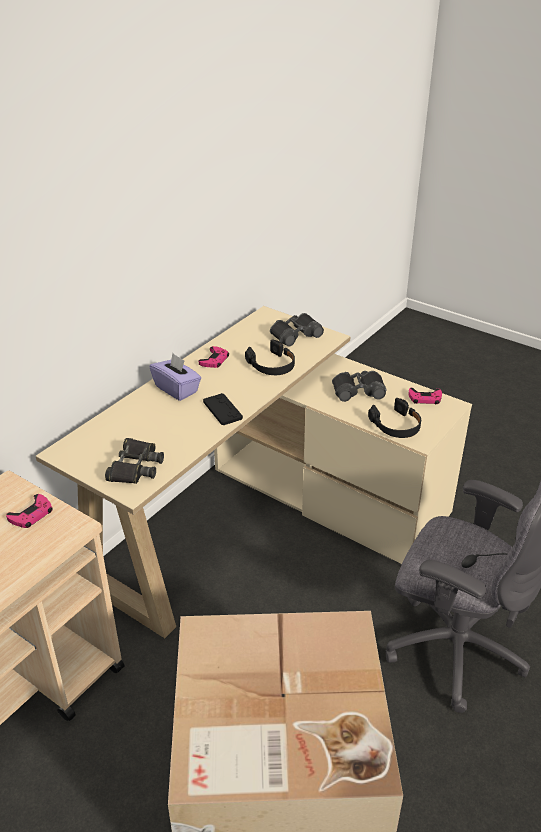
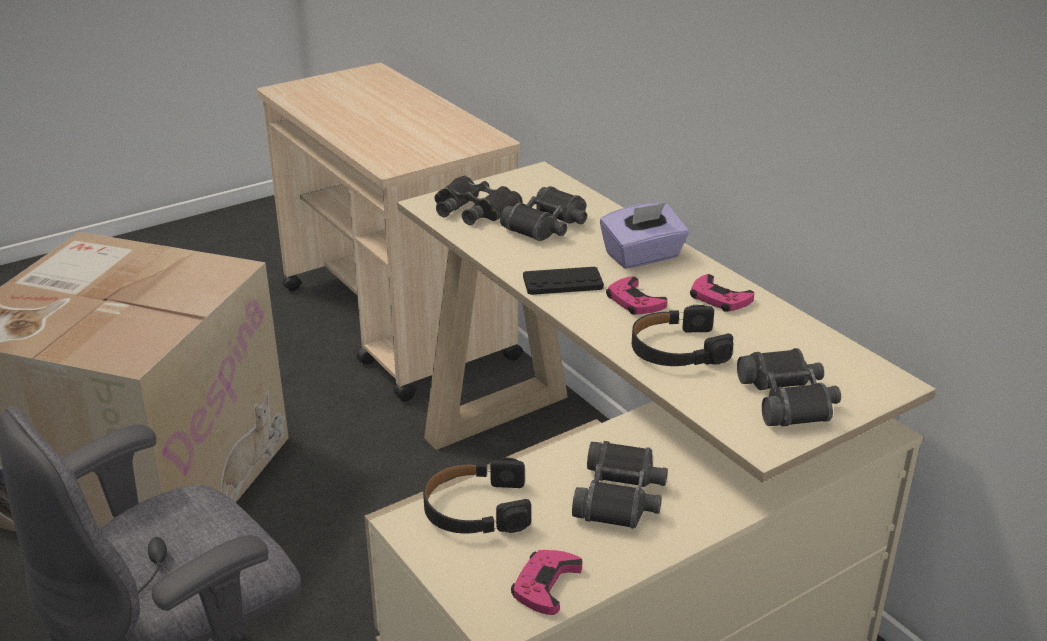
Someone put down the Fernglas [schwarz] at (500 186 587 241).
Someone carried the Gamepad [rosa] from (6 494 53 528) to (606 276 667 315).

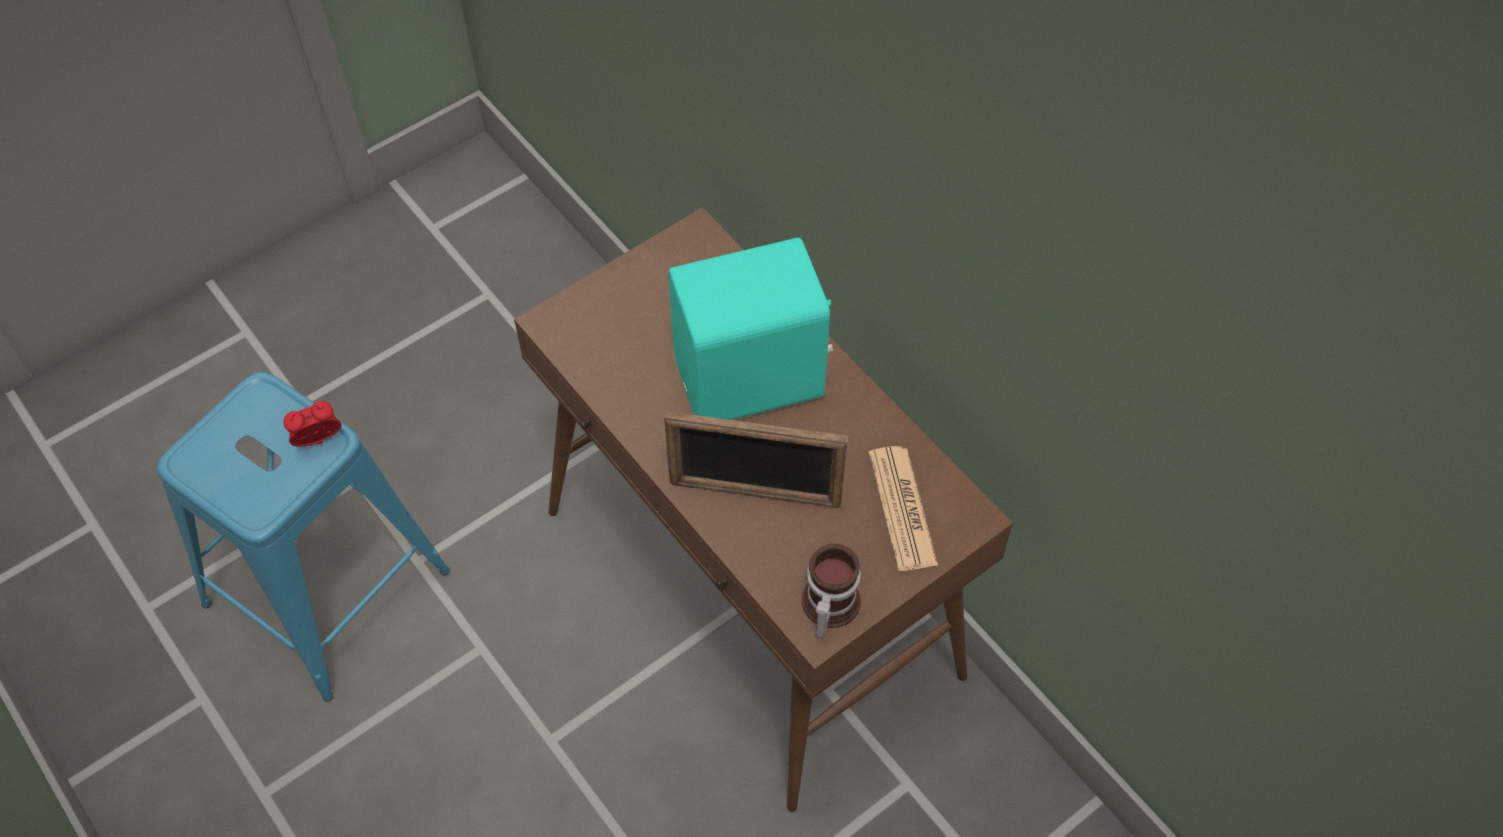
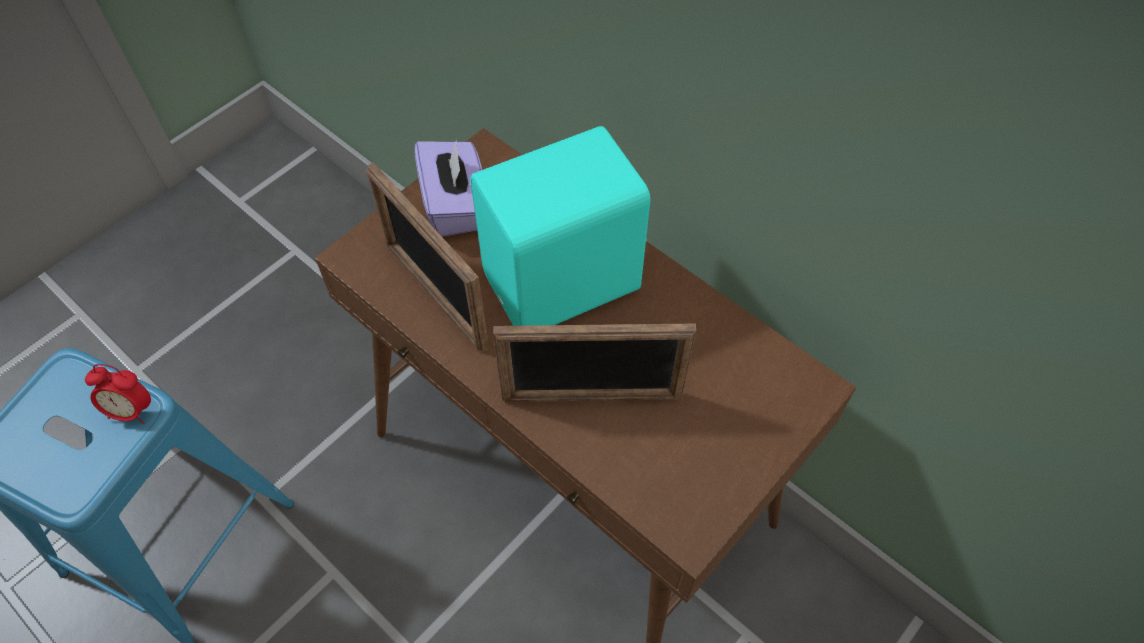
Someone rotated the Wecker at (283 401 341 447) by 135 degrees counterclockwise.
Someone put down the Bilderrahmen at (367 162 489 352).
Someone put down the Taschentuchbox [lila] at (415 139 482 237).
Someone took away the Henkelbecher at (802 543 861 638).
Someone took away the Zeitung at (868 446 938 571).

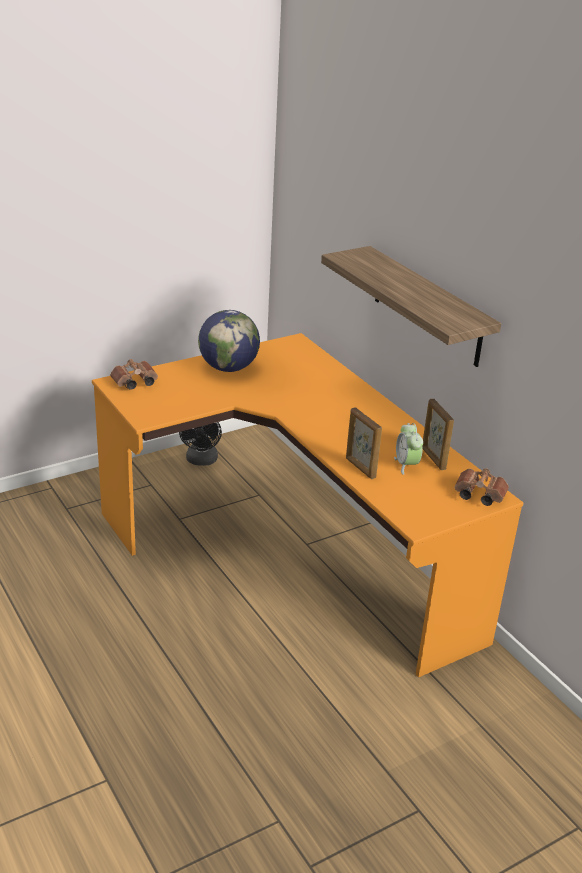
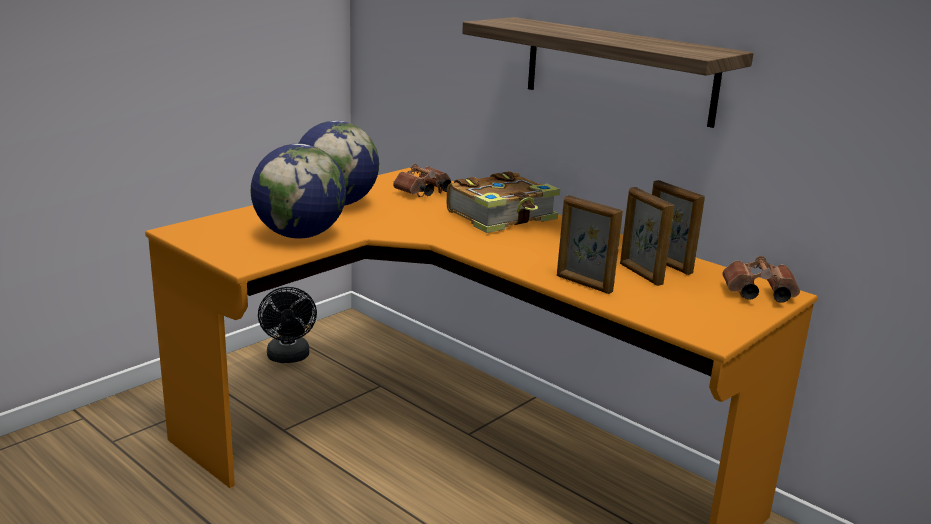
Someone put down the Globus at (251 144 346 239).
Someone carried the Fernglas [braun] from (110 359 158 390) to (393 164 452 197).
Someone put down the Buch at (447 171 560 233).
Someone swapped the Wecker at (394 423 423 475) for the Bilderrahmen at (620 187 674 286).

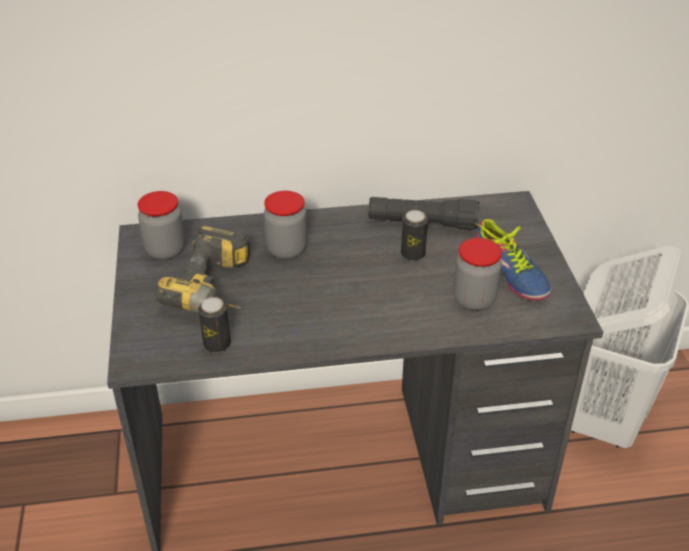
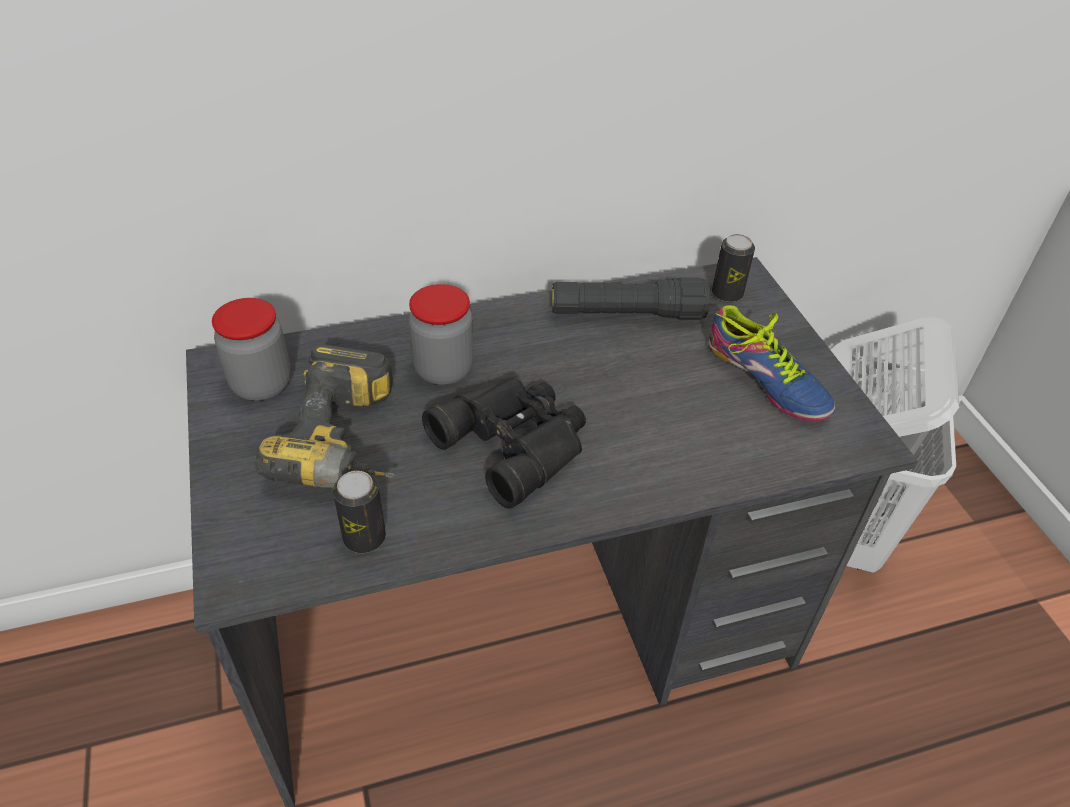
Someone put down the Fernglas [schwarz] at (422 378 586 509).
Someone carried the Dose from (401 210 428 261) to (712 234 755 302).
Someone took away the Vorratsglas at (453 238 502 311).

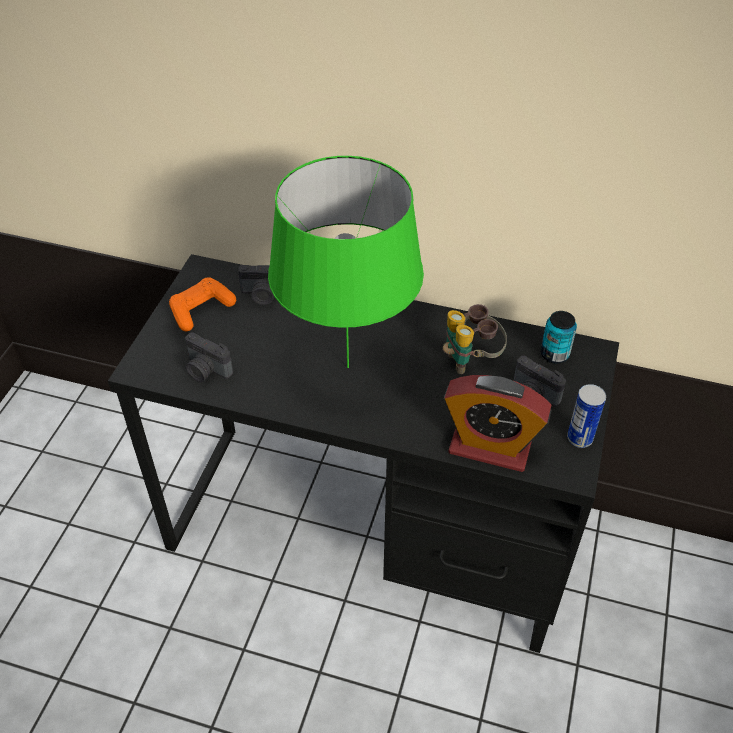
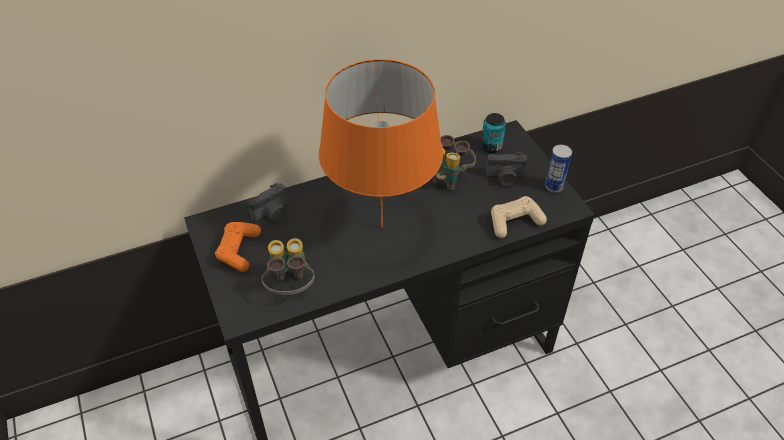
Someone swapped the Kamera at (185 332 233 382) for the Fernglas at (261 238 315 295).
Someone repainted the Tischlampe [grün] at (268 156 424 368), which became the Tischlampe [orange] at (319 59 443 228).
Someone swapped the Wecker at (444 375 552 472) for the Gamepad [beige] at (491 196 547 238).

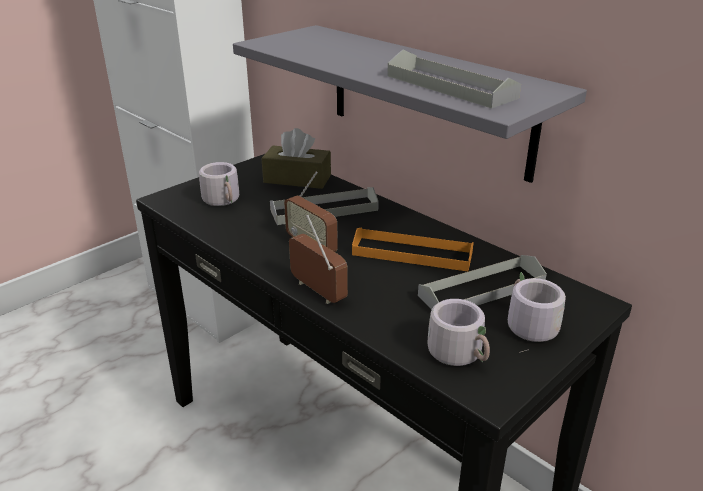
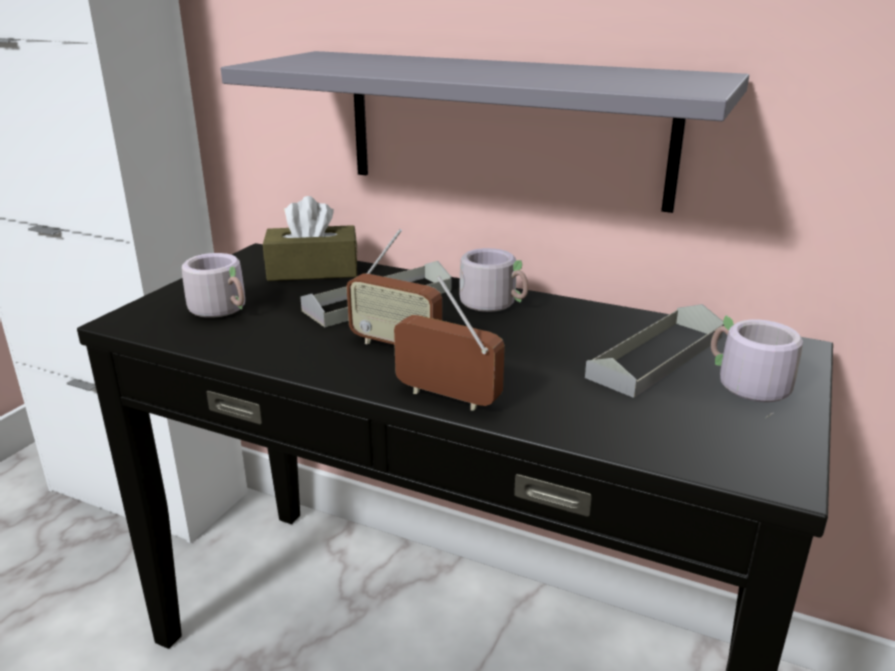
Someone carried the Henkelbecher [grau] from (427 299 490 366) to (460 248 528 312).
Someone took away the Tablett [orange] at (352 227 474 271).
Someone took away the Tablett [grau] at (387 49 521 108).

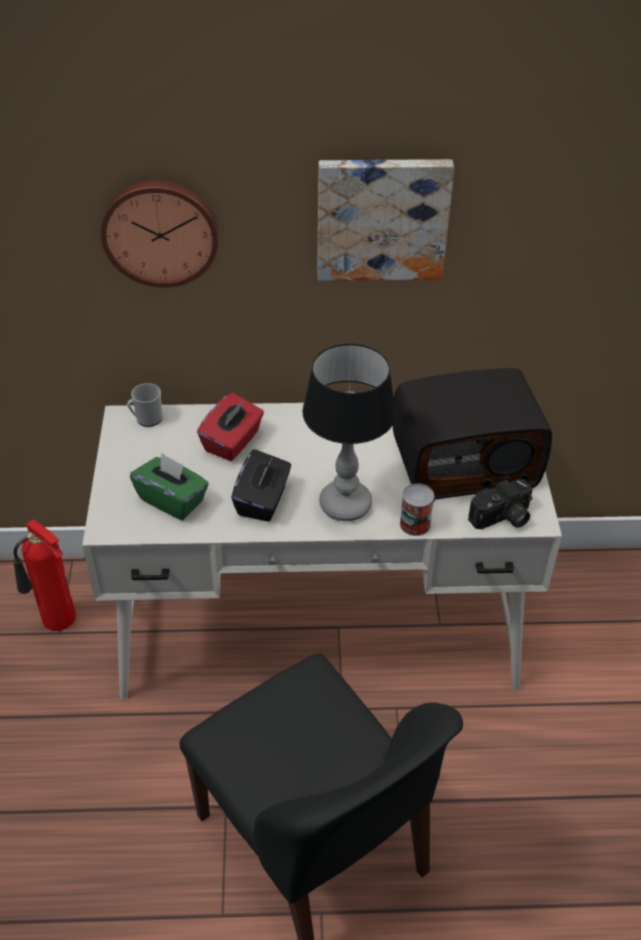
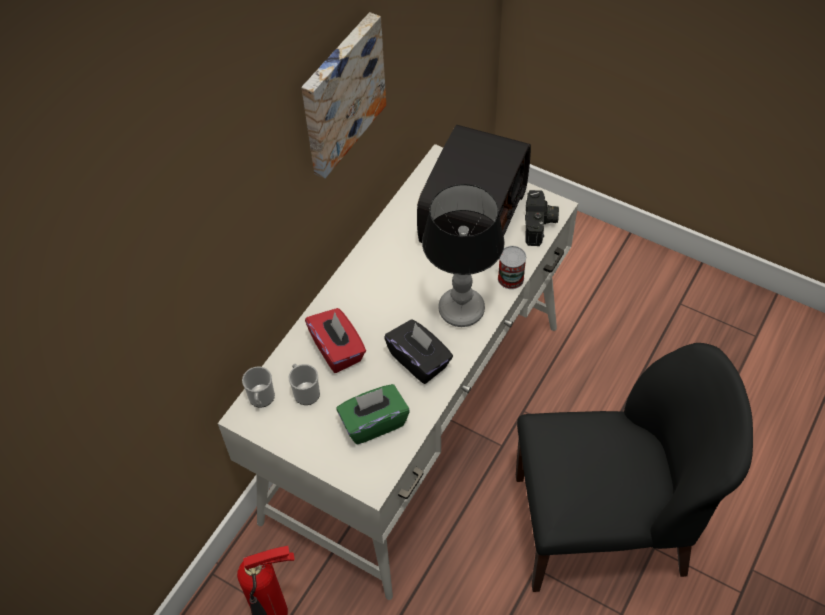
Someone put down the Henkelbecher at (288 364 320 405).
Someone took away the Wanduhr at (101 180 218 288).

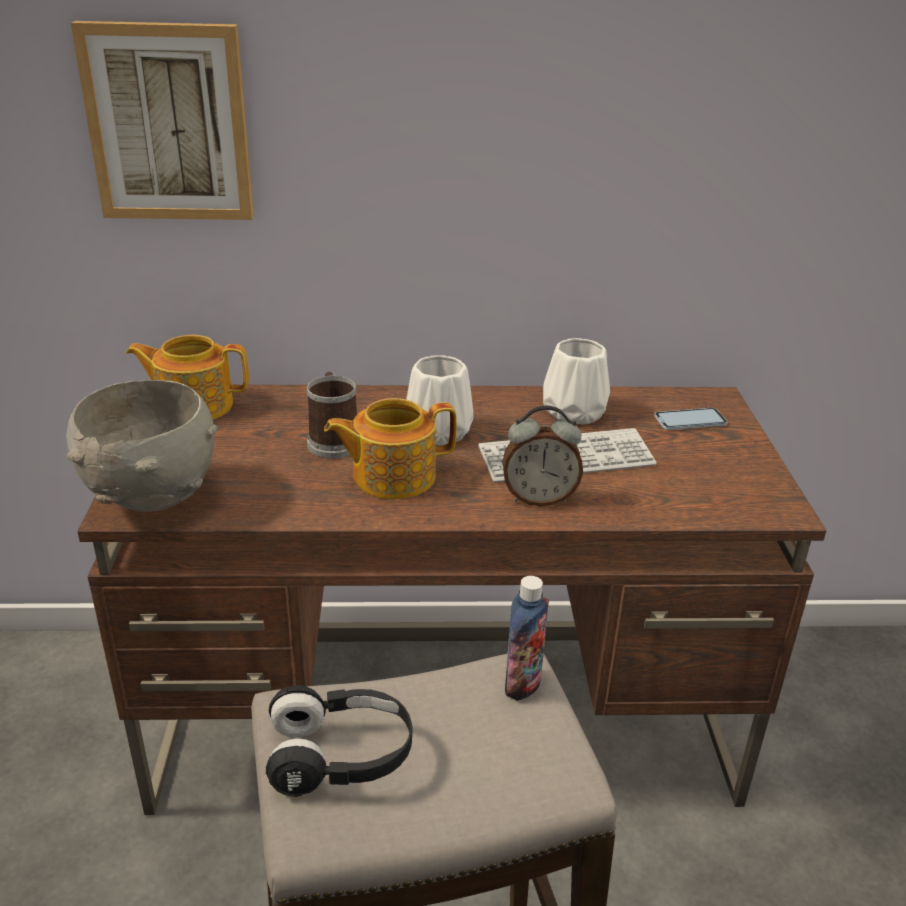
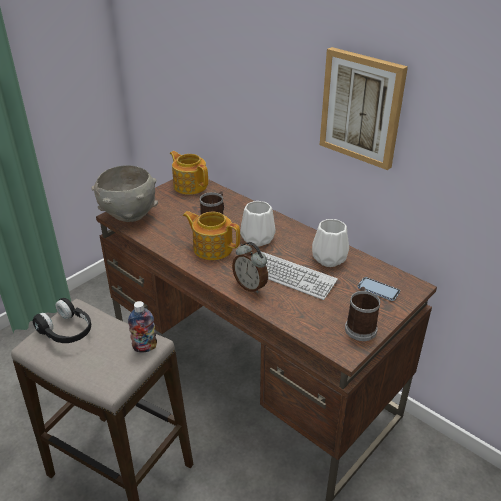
Someone carried the Bild from (71 21 254 220) to (320 47 408 170).
Someone put down the Henkelbecher at (345 287 381 341).

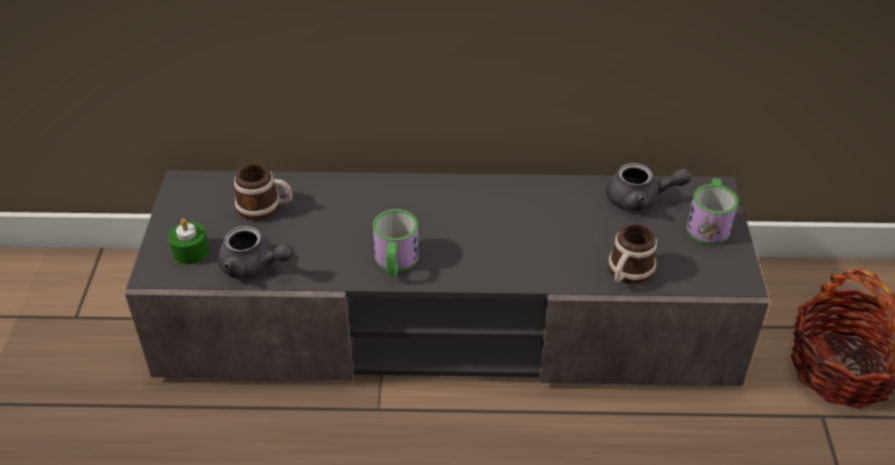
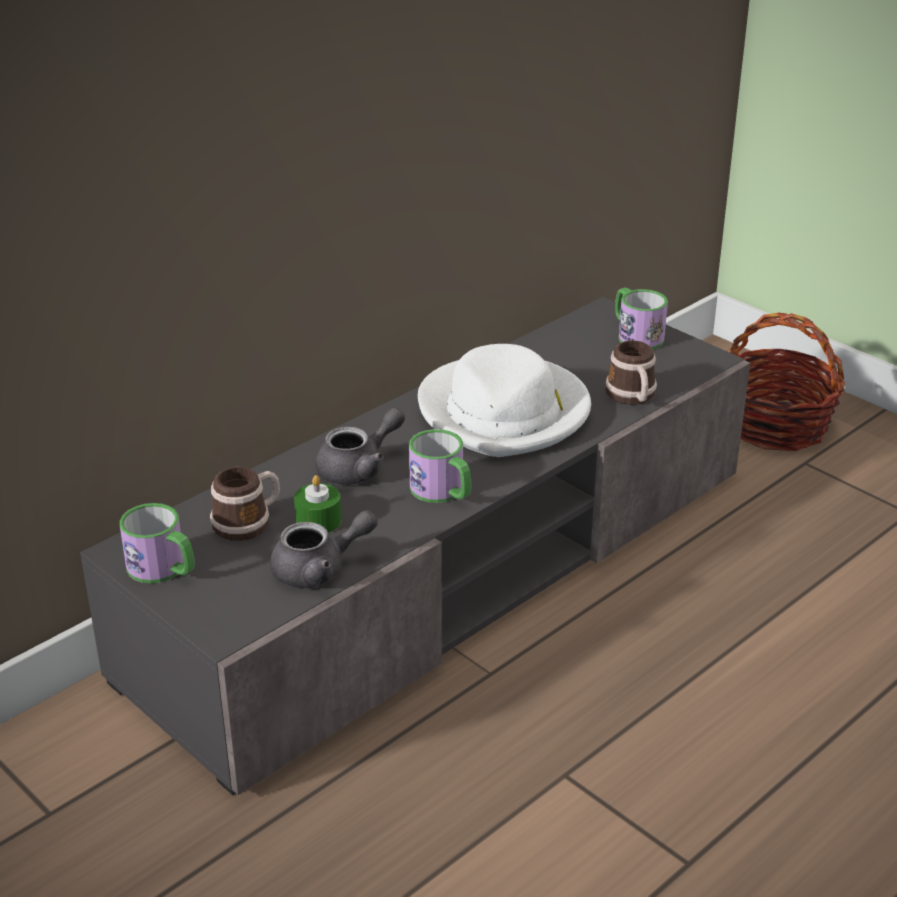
Someone put down the Henkelbecher at (120 503 195 583).
Someone carried the Kerze [grün] from (168 219 209 264) to (294 475 342 533).
Someone carried the Teekanne [grau] from (606 163 692 211) to (315 407 405 485).
Someone put down the Hut [weiß] at (418 344 591 457).

